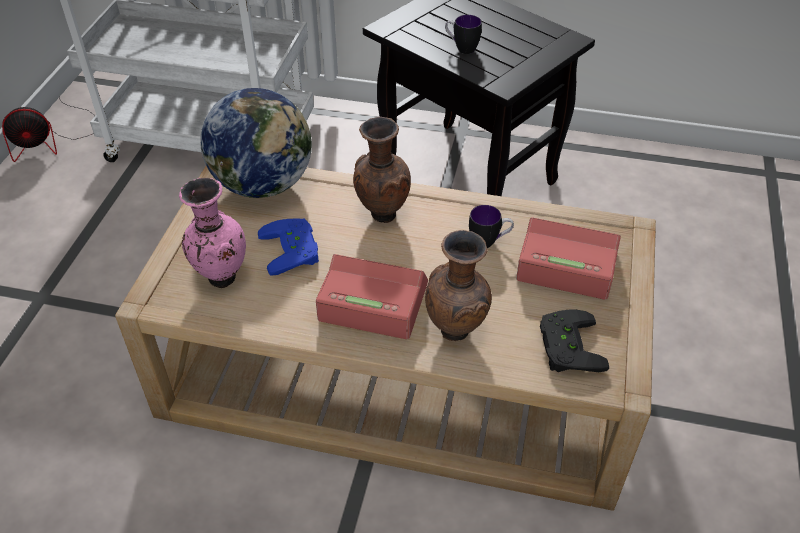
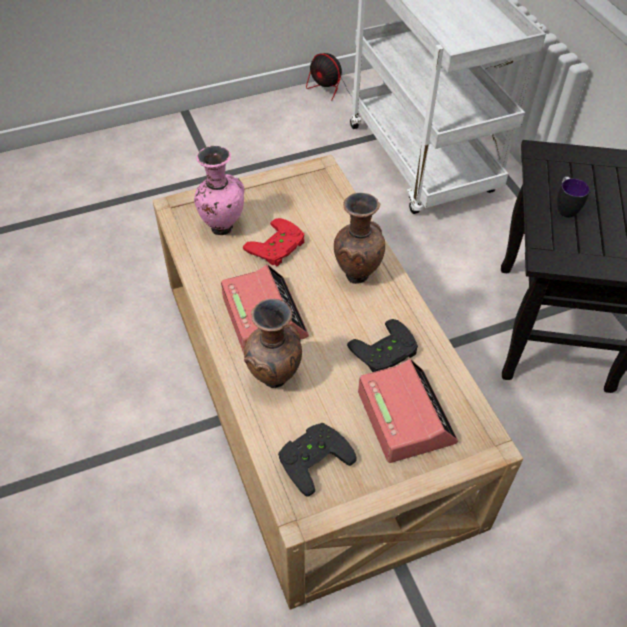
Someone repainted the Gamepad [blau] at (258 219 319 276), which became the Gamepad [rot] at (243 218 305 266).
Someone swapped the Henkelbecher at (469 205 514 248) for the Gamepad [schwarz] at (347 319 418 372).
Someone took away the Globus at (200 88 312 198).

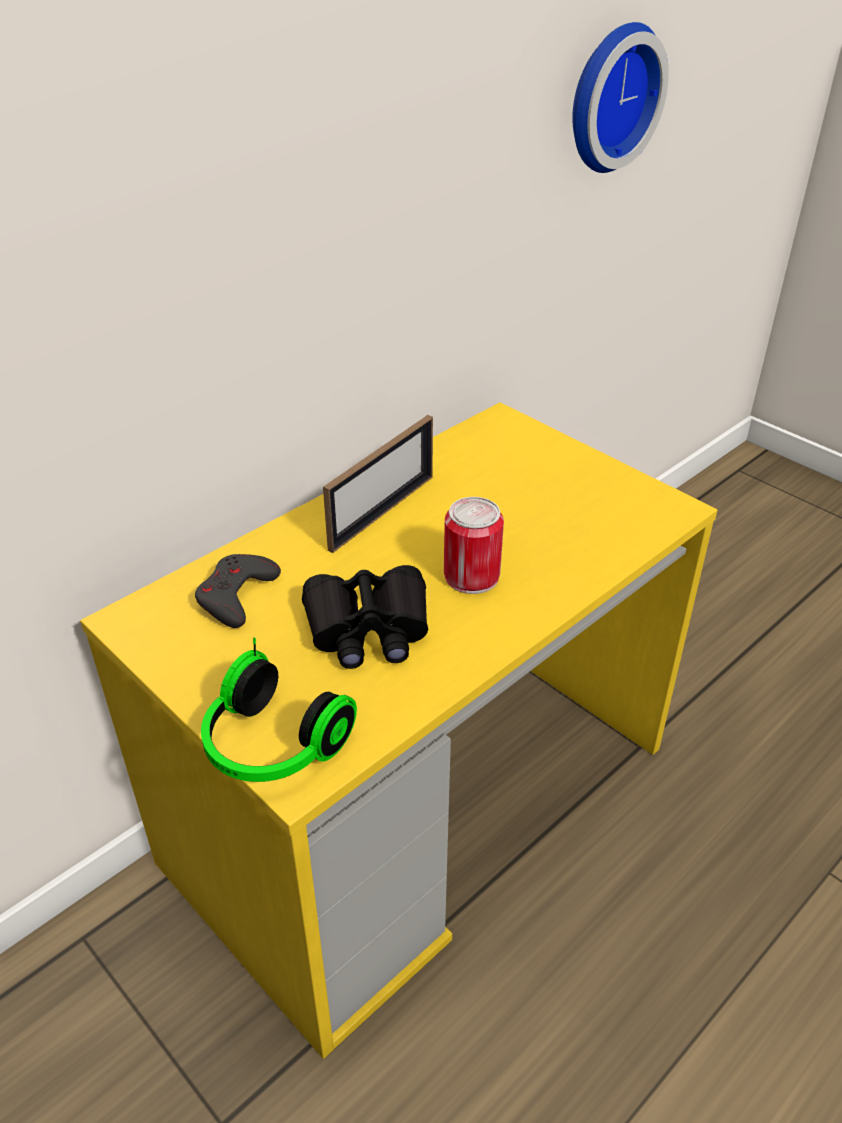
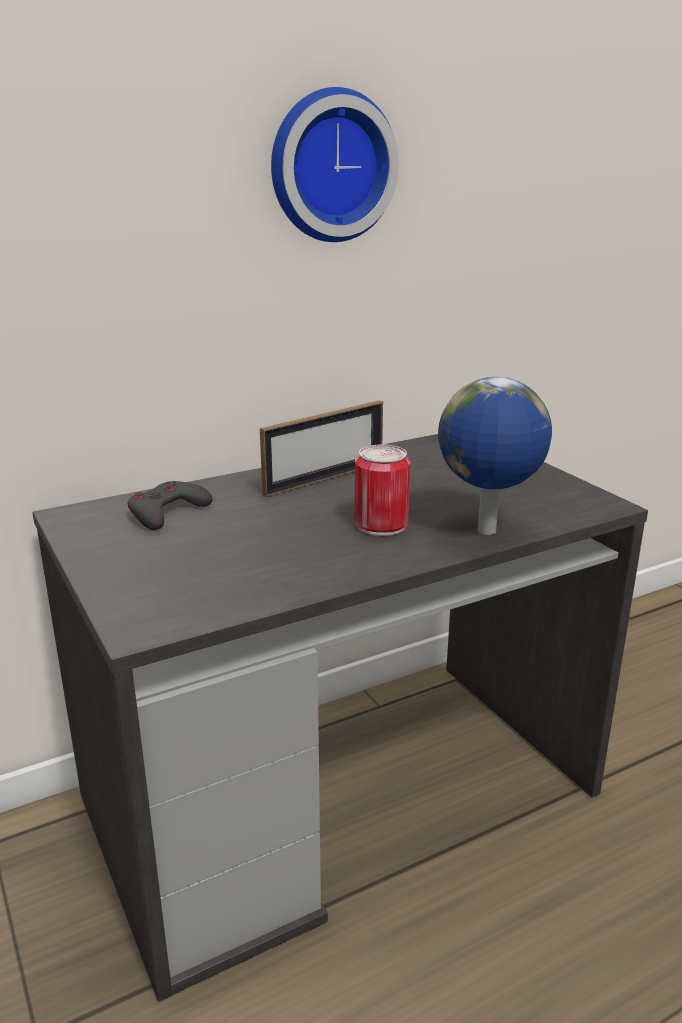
Someone repainted the Schreibtisch [gelb] at (80 402 717 1059), which became the Schreibtisch [grau] at (32 434 648 1002).
Someone carried the Wanduhr from (572 22 669 173) to (271 87 399 242).
Someone put down the Globus at (438 377 552 535).
Someone took away the Kopfhörer at (201 637 357 782).
Someone took away the Fernglas [schwarz] at (302 565 428 669).

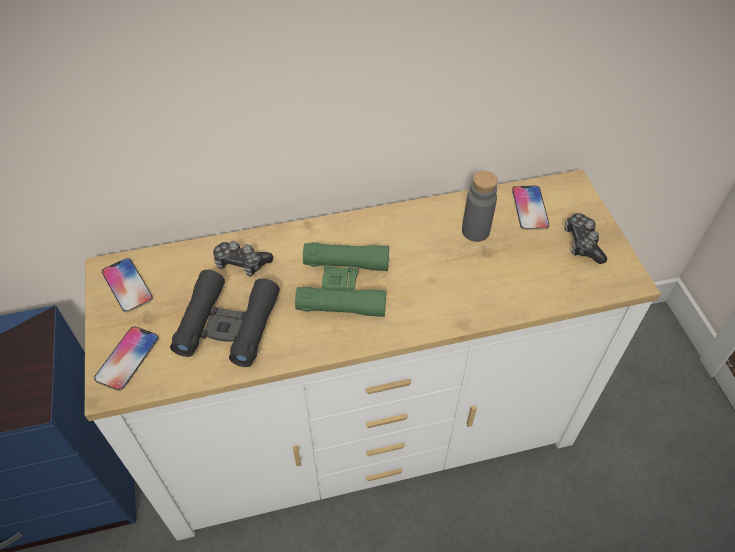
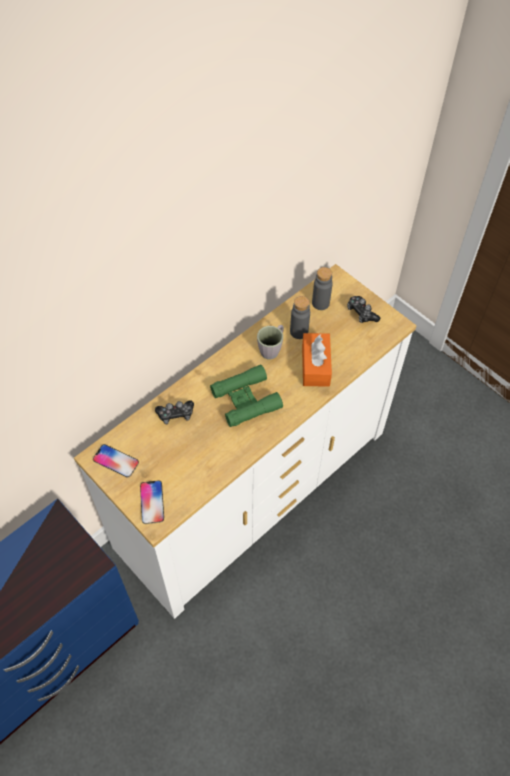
Someone put down the Henkelbecher [grau] at (257 325 284 359).
Someone put down the Taschentuchbox [orange] at (302 333 332 387).
Someone swapped the Handy at (512 185 549 230) for the Flasche [grau] at (312 267 333 310).
Someone took away the Fernglas [schwarz] at (170 270 280 367).

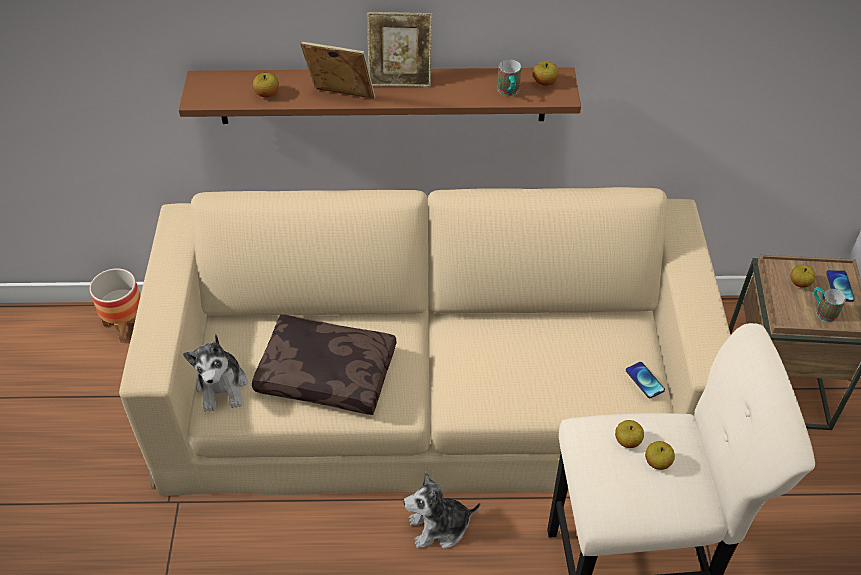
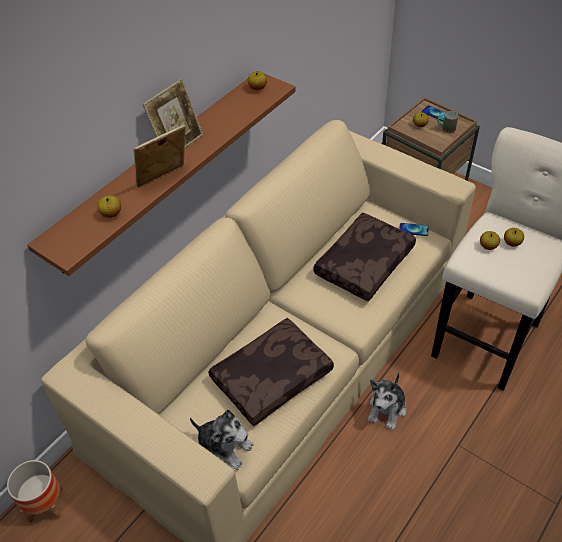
Someone put down the Kissen [braun] at (313 212 416 301).
Someone took away the Henkelbecher at (498 59 521 96).

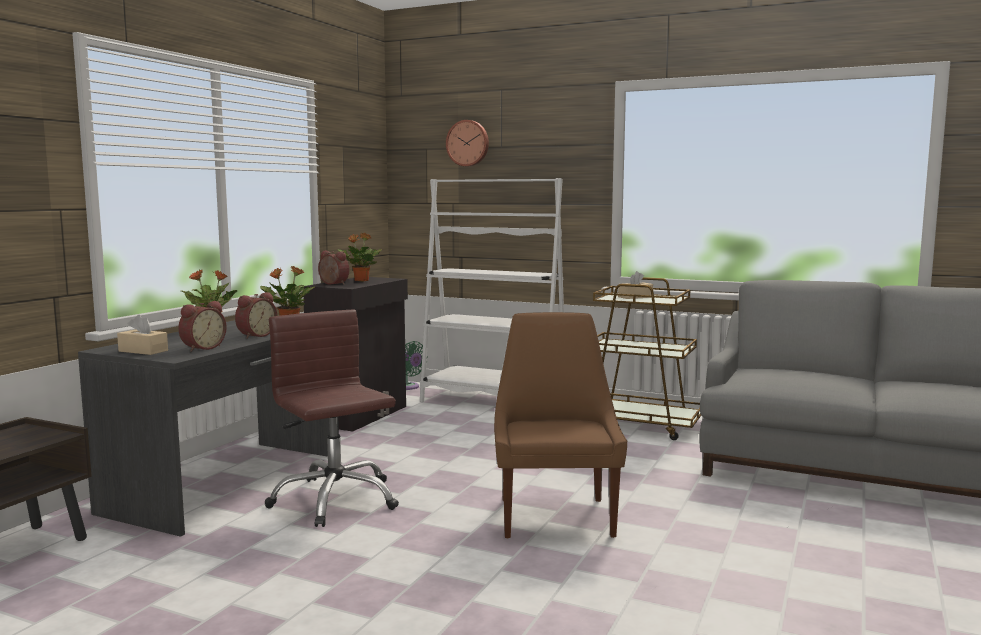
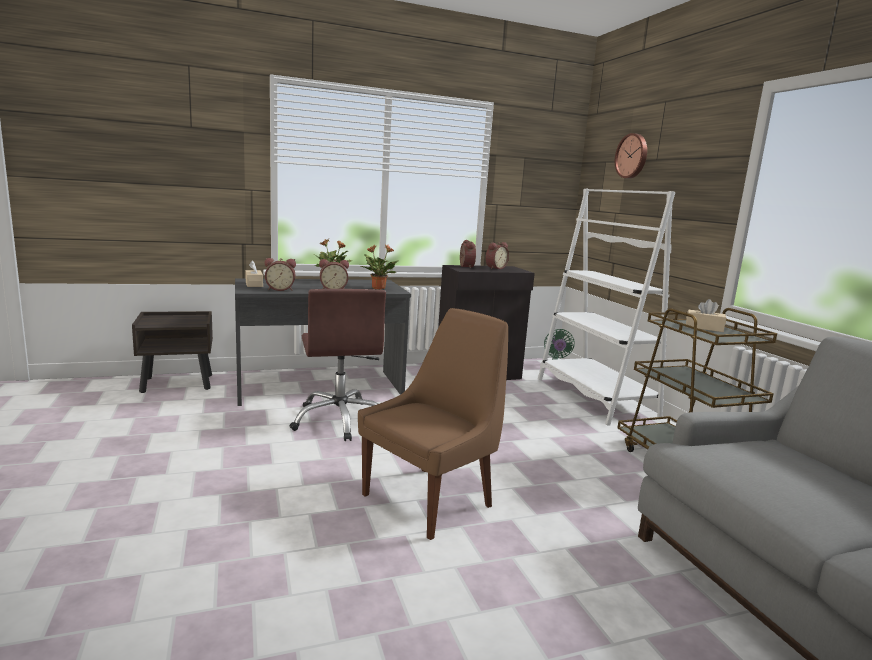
Someone rotated the Bürostuhl [braun] at (265 310 399 527) by 150 degrees clockwise.
Someone swapped the Topfpflanze at (338 233 382 281) for the Wecker at (485 242 509 269).

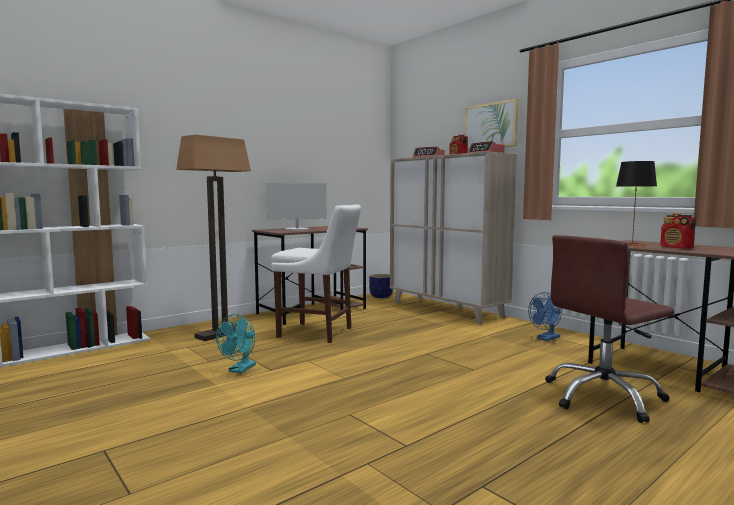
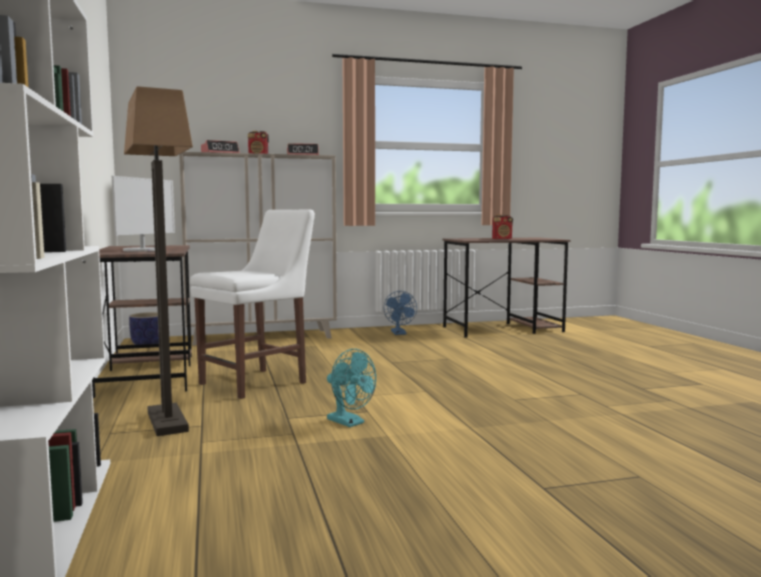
Someone took away the Bild at (464 98 519 150).
Someone took away the Bürostuhl [braun] at (545 235 675 423).
Someone took away the Tischlampe at (616 161 657 246).

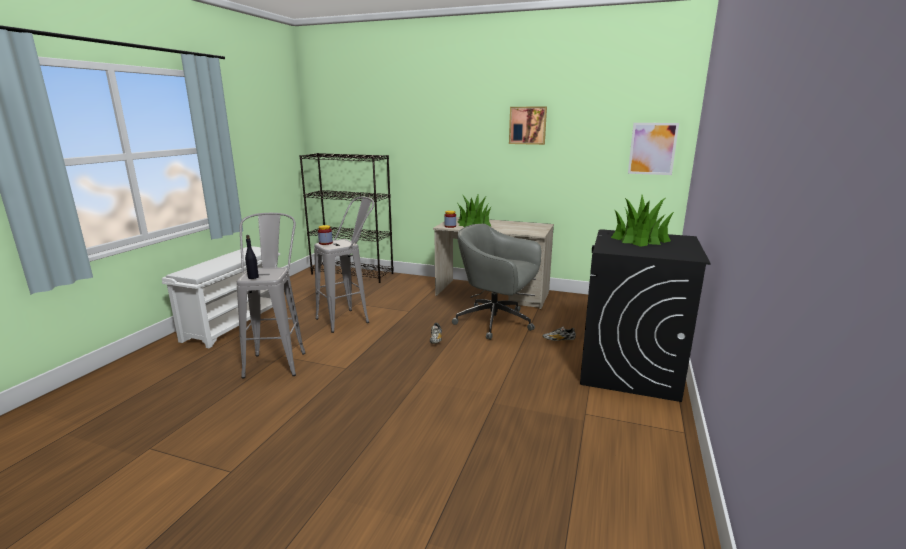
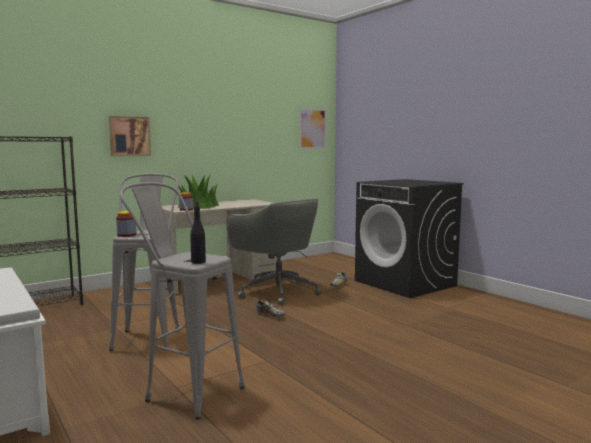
Someone carried the Bild from (509 107 547 145) to (109 116 151 156).
Someone rotated the Bürostuhl [grau] at (452 224 541 340) by 105 degrees counterclockwise.
Someone took away the Topfpflanze at (611 195 675 247).

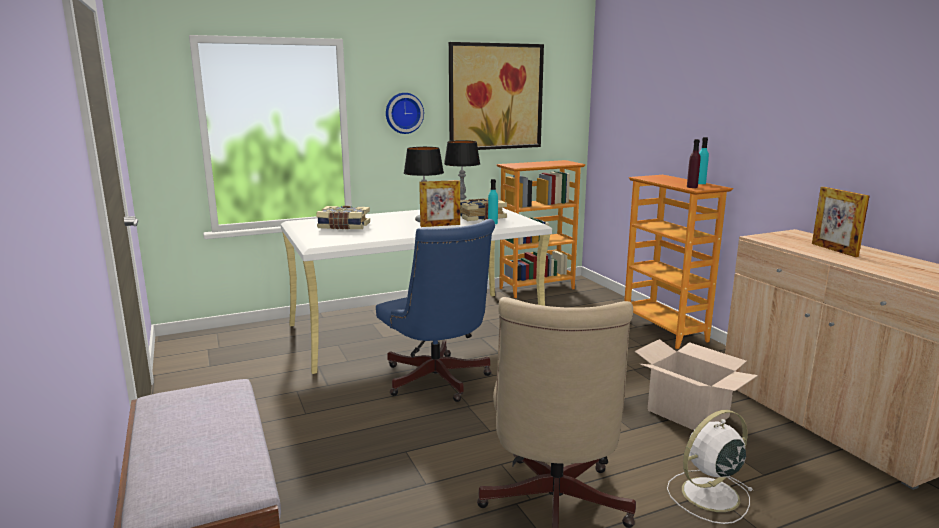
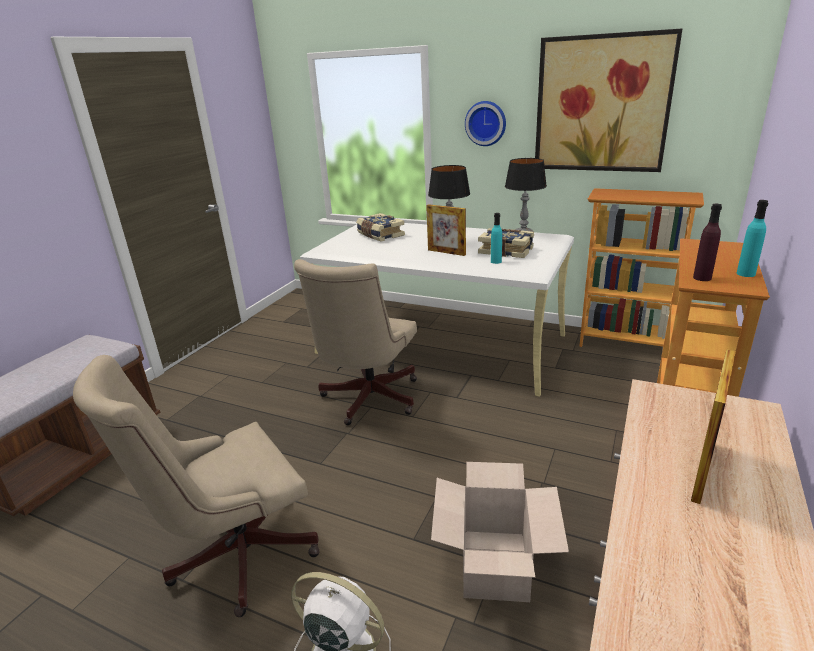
Someone repainted the Bürostuhl [blau] at (376 219 495 402), which became the Bürostuhl [beige] at (294 259 417 425).

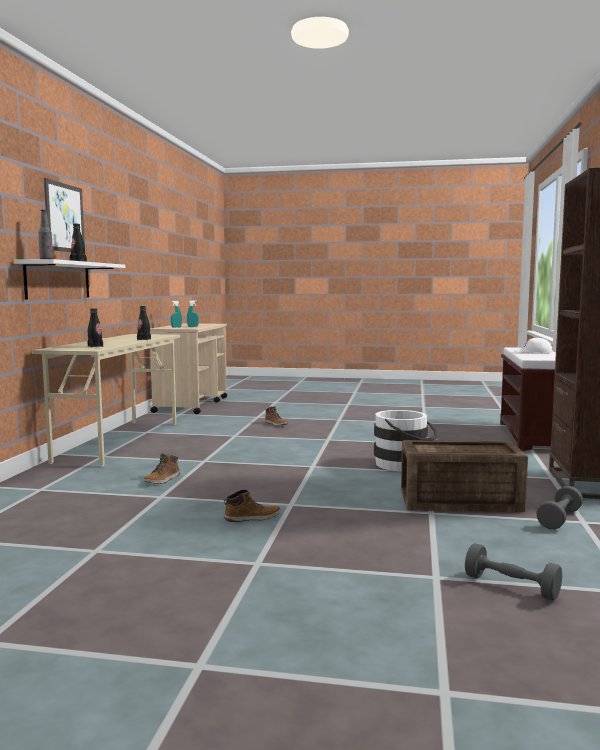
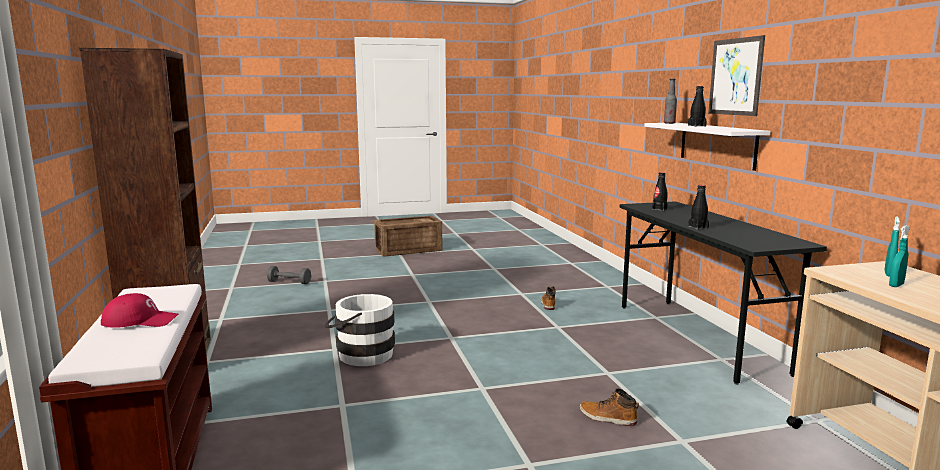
Someone repainted the Kappe [weiß] at (513 338 553 353), which became the Kappe [rot] at (101 293 179 328).
Someone carried the Kiste from (401 440 528 512) to (374 216 442 257).
Someone repainted the Schreibtisch [beige] at (32 334 180 467), which became the Schreibtisch [schwarz] at (620 201 827 385).
Someone took away the Stiefel at (224 490 281 522).
Someone took away the Hantel [grau] at (536 486 583 529).

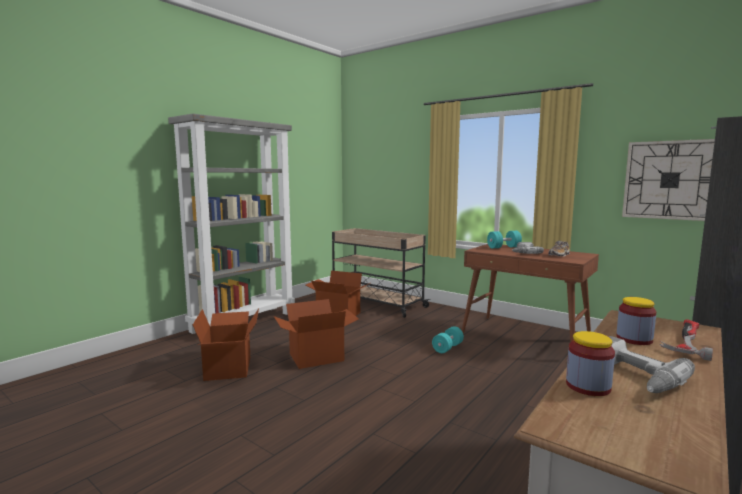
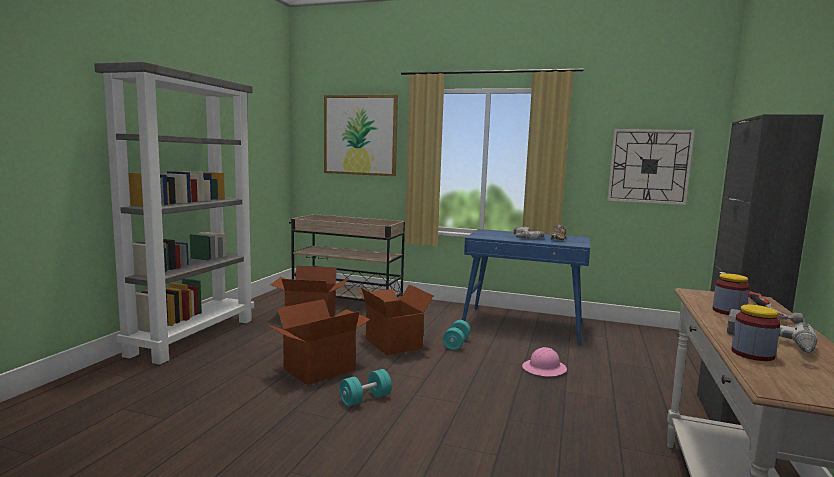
Someone put up the Bild at (324 95 398 176).
Someone carried the Hantel [türkis] from (487 231 522 248) to (339 369 392 407).
Someone carried the Karton from (193 309 259 381) to (361 284 433 355).
Someone repainted the Schreibtisch [braun] at (462 244 599 342), which became the Schreibtisch [blau] at (462 229 590 346).
Someone put down the Schutzhelm [rosa] at (522 347 567 377).

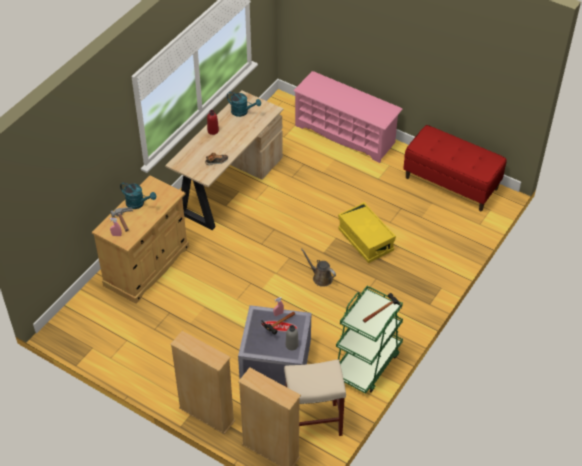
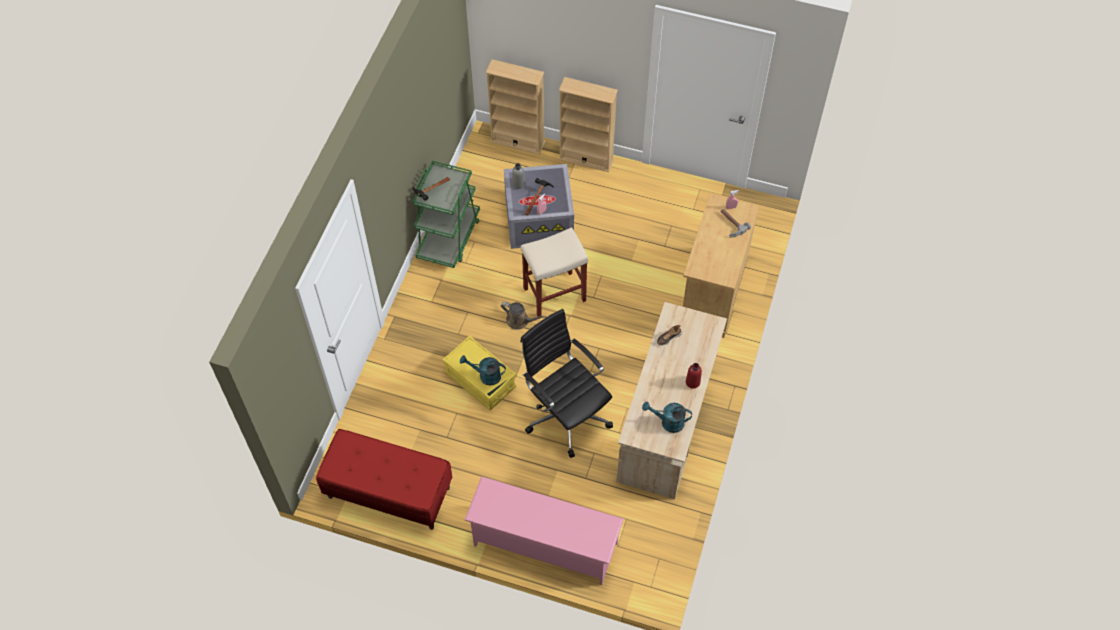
Someone carried the Gießkanne [türkis] from (120 182 156 209) to (460 355 506 386).
Someone put down the Bürostuhl [schwarz] at (520 309 613 458).
Someone carried the Hocker [beige] from (284 359 346 436) to (521 227 588 317).

